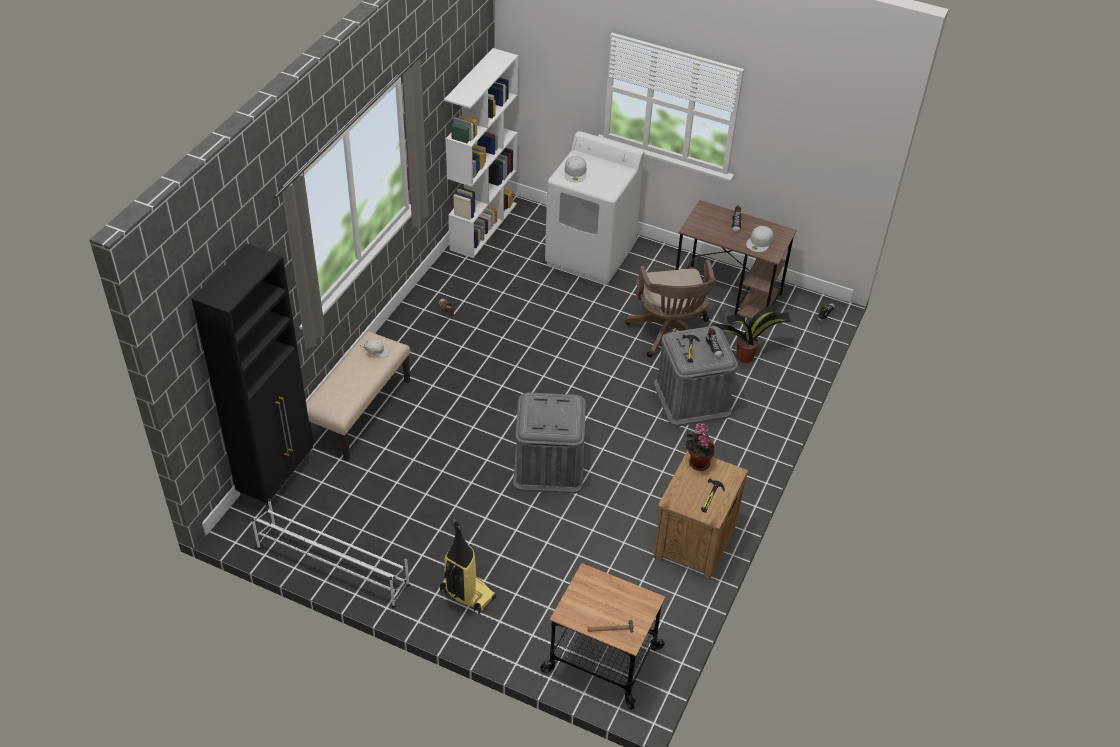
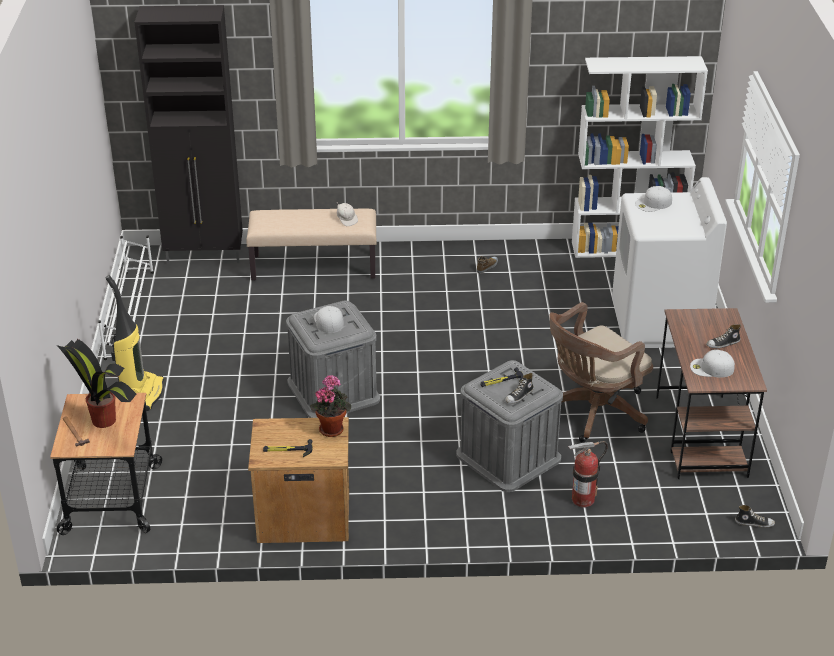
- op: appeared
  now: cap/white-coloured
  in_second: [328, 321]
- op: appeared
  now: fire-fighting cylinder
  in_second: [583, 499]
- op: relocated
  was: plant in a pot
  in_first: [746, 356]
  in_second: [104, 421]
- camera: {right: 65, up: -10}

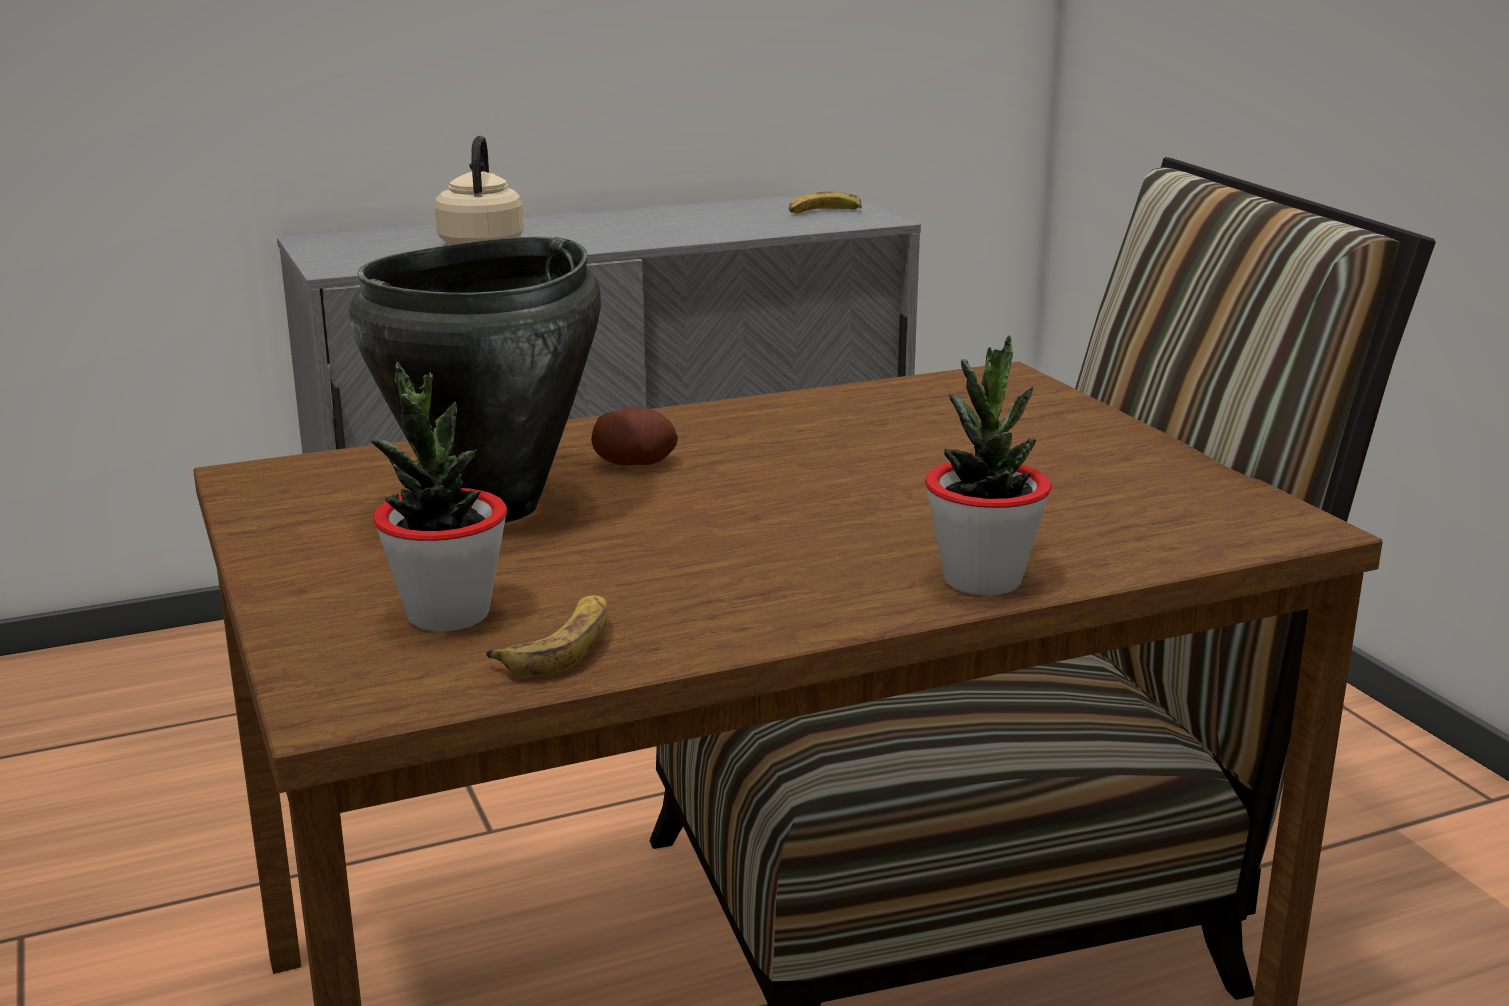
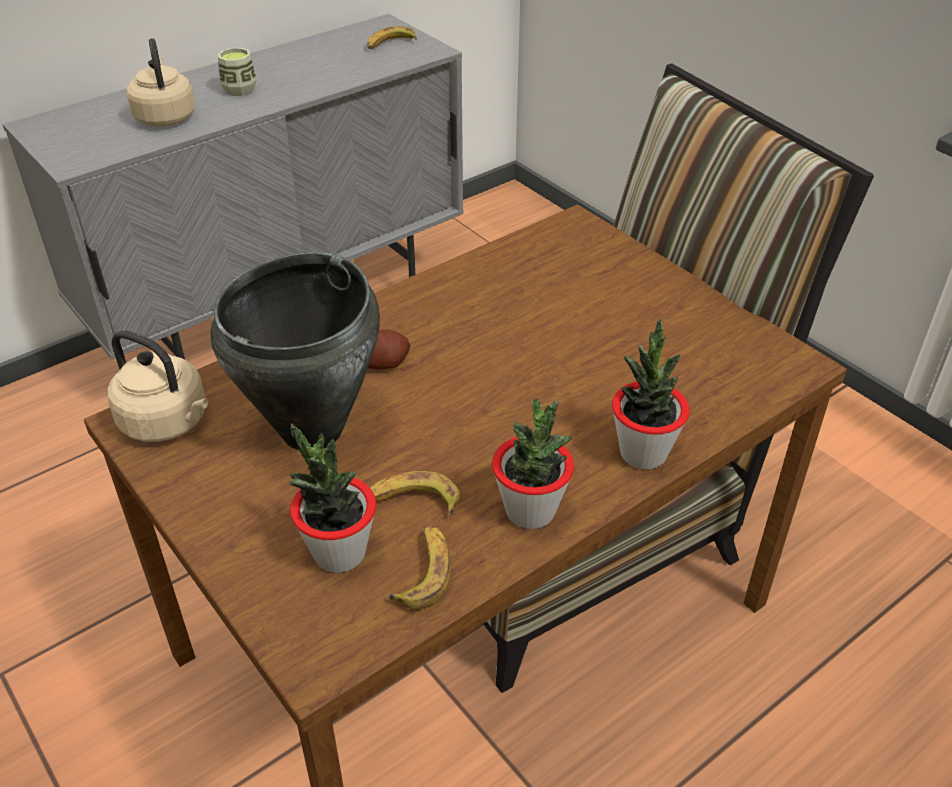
- op: appeared
  now: kettle/beige-coloured
  in_second: [168, 422]
- op: appeared
  now: drinking cup
  in_second: [239, 90]
- op: appeared
  now: whole banana
  in_second: [412, 502]
- op: appeared
  now: plant in a pot
  in_second: [530, 511]
- camera: {right: -15, up: 20}

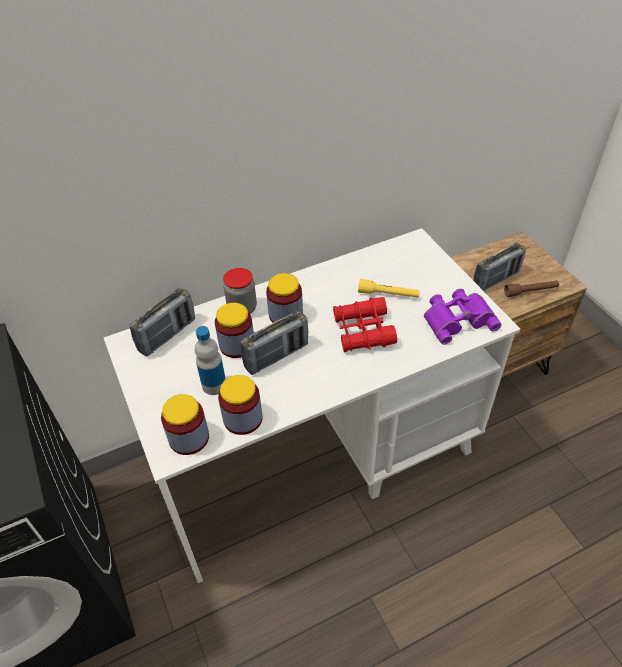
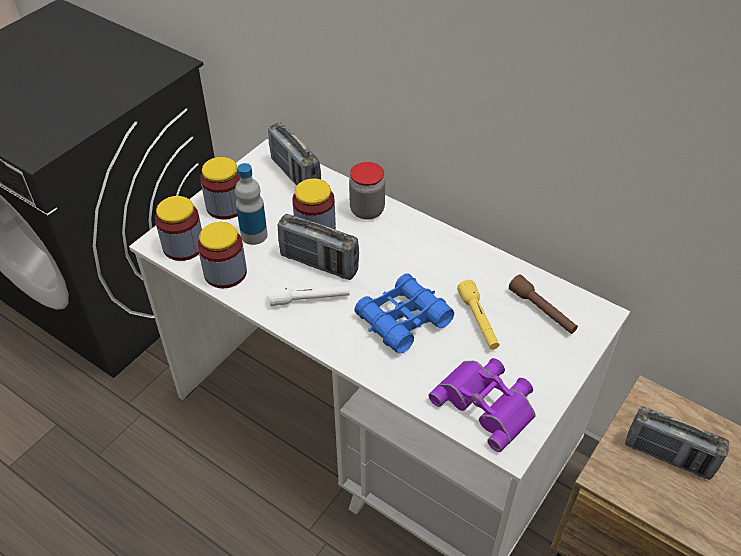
- op: appeared
  now: torch/white-coloured
  in_second: [310, 299]
- op: relocated
  was: jar
  in_first: [285, 315]
  in_second: [226, 206]
- op: relocated
  was: torch/brown
  in_first: [530, 291]
  in_second: [542, 311]
- op: colour
  was: binoculars/red
  now: binoculars/blue-coloured
  in_first: [363, 331]
  in_second: [403, 320]
- op: spun
  was: radio receiver
  in_first: [167, 335]
  in_second: [295, 176]
  clockwise: 45
- camera: {right: 60, up: 0}

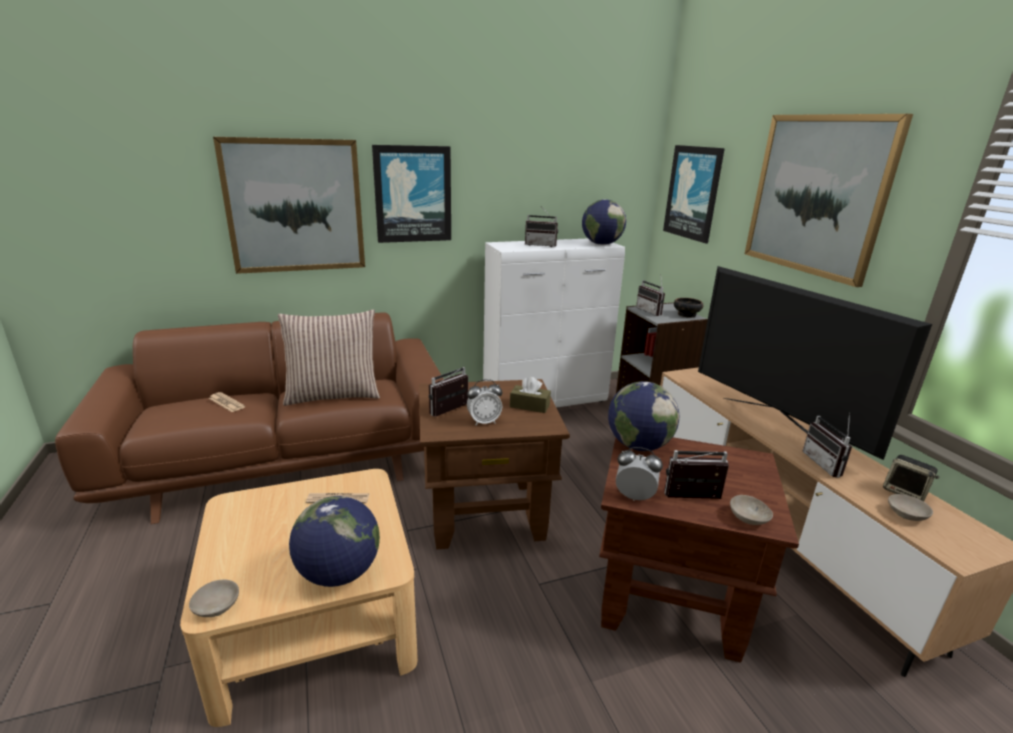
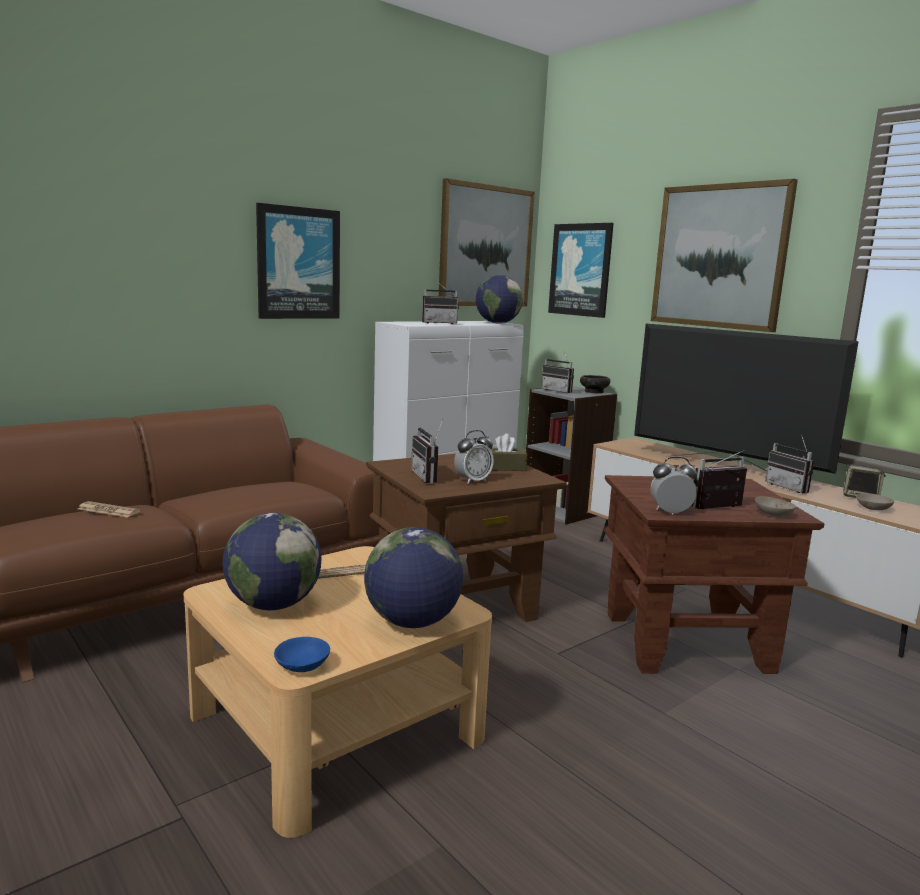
- op: missing
  was: throw pillow
  in_first: [333, 395]
- op: relocated
  was: picture
  in_first: [295, 206]
  in_second: [485, 246]
- op: relocated
  was: desk globe
  in_first: [638, 445]
  in_second: [273, 605]
- op: colour
  was: serving bowl/beige-coloured
  now: serving bowl/blue-coloured
  in_first: [218, 605]
  in_second: [303, 664]
- op: spun
  was: radio receiver
  in_first: [452, 411]
  in_second: [430, 477]
  clockwise: -45
- camera: {right: -20, up: -10}

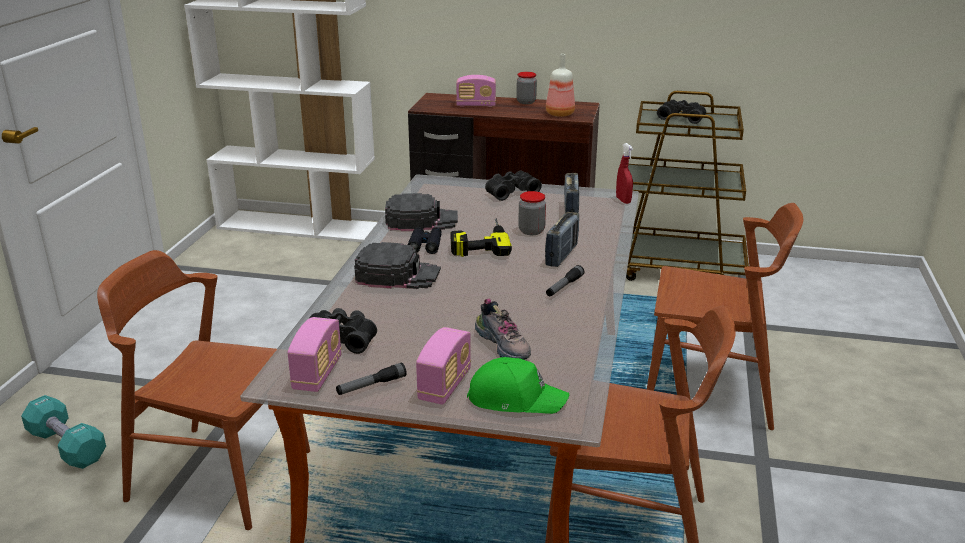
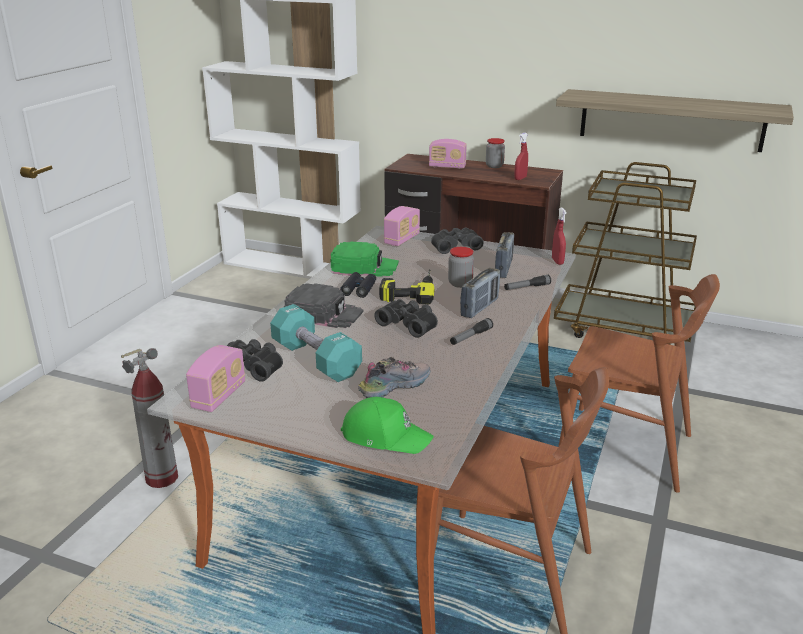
- op: appeared
  now: shelf
  in_second: [671, 120]
- op: relocated
  was: free weight/turquoise
  in_first: [67, 446]
  in_second: [316, 359]
- op: relocated
  was: torch
  in_first: [371, 385]
  in_second: [527, 287]
- op: relocated
  was: radio receiver
  in_first: [445, 385]
  in_second: [402, 240]
- op: relocated
  was: binoculars/blackish
  in_first: [682, 117]
  in_second: [409, 324]
- op: exchanged
  was: upright chair/brown
  now: fire-fighting cylinder
  in_first: [219, 475]
  in_second: [162, 478]
- op: exchanged
  was: bottle
  now: spray bottle/red
  in_first: [559, 114]
  in_second: [520, 178]
- op: colour
  was: cap/blackish
  now: cap/green-coloured
  in_first: [421, 220]
  in_second: [364, 266]
- op: spun
  was: low shoe
  in_first: [504, 345]
  in_second: [394, 386]
  clockwise: -105
- camera: {right: 10, up: 0}

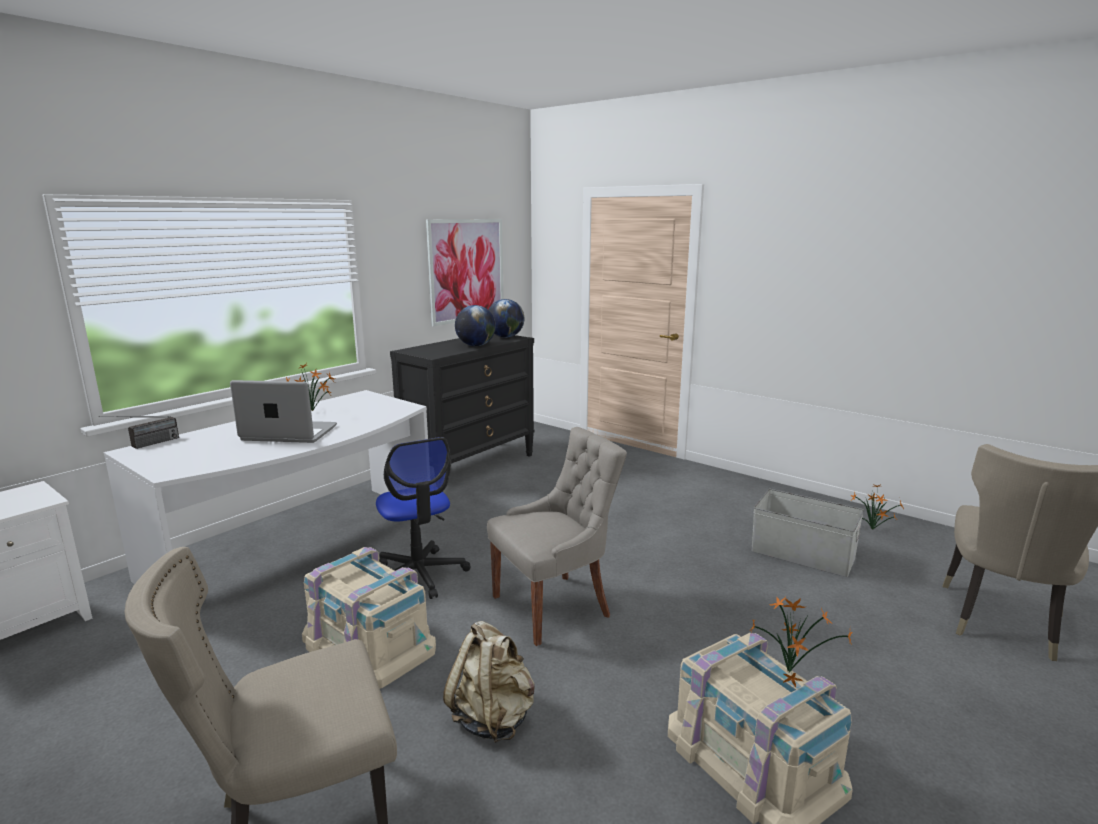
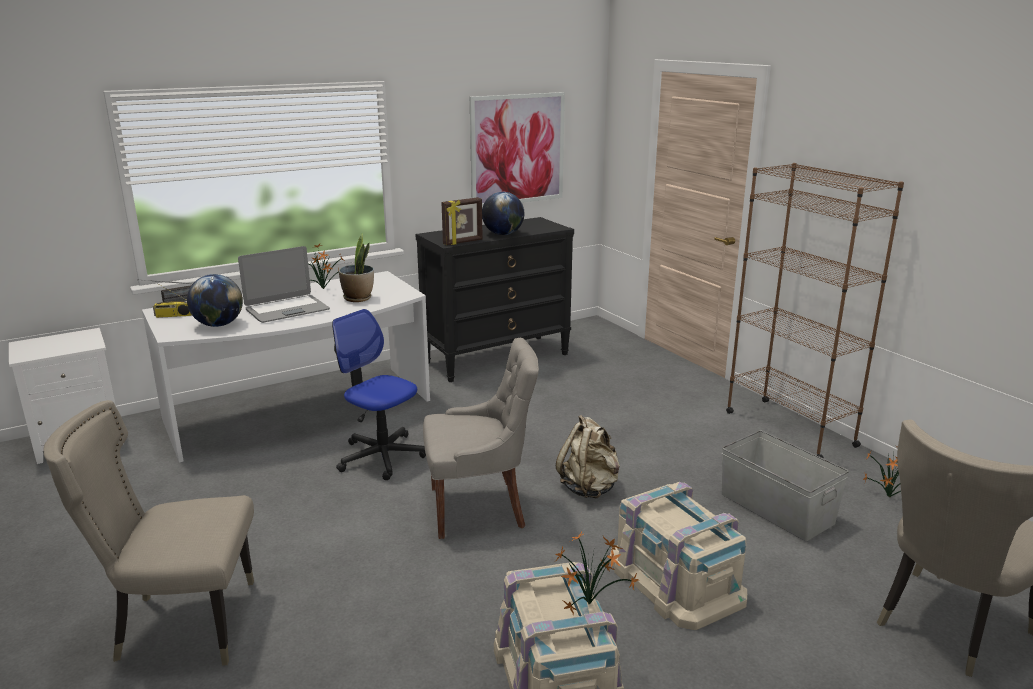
- op: appeared
  now: radio receiver
  in_second: [173, 315]
- op: appeared
  now: plant in a pot
  in_second: [358, 298]
- op: appeared
  now: photo frame
  in_second: [463, 242]
- op: appeared
  now: bookshelf/brown
  in_second: [789, 428]
- op: relocated
  was: storage bin/beige-coloured
  in_first: [369, 643]
  in_second: [676, 579]
- op: relocated
  was: backpack/beige-coloured
  in_first: [493, 717]
  in_second: [589, 488]
- op: relocated
  was: desk globe
  in_first: [505, 337]
  in_second: [218, 325]
- op: spun
  was: laptop
  in_first: [289, 433]
  in_second: [287, 310]
  clockwise: 120
- op: spun
  was: computer chair
  in_first: [419, 575]
  in_second: [382, 456]
  clockwise: 135
- camera: {right: 20, up: 5}

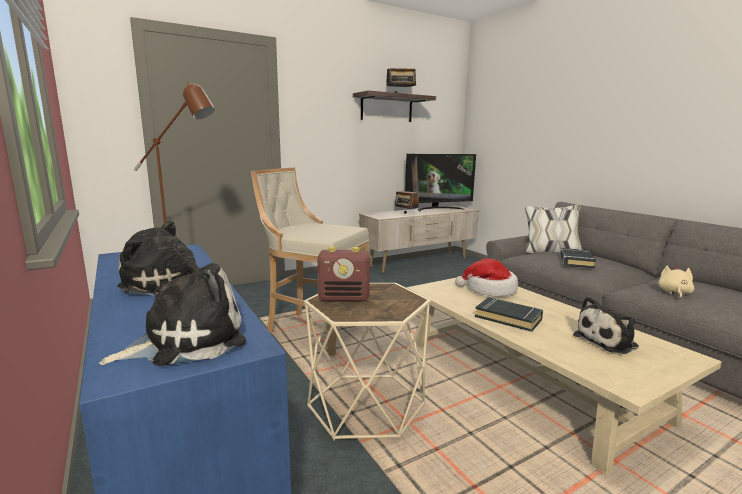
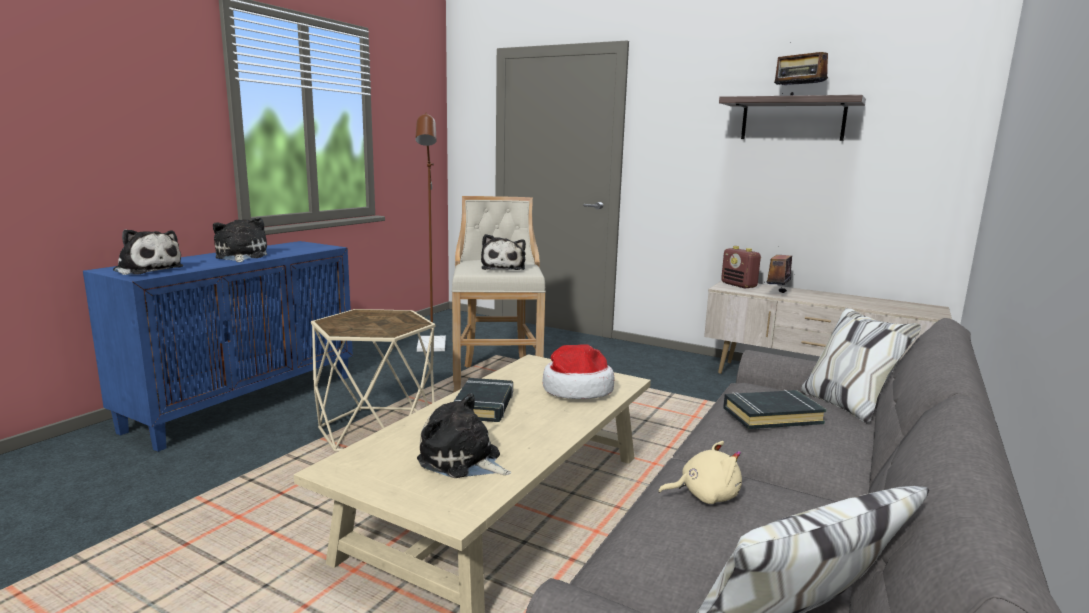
- op: missing
  was: television
  in_first: [437, 209]
- op: appeared
  now: plush toy
  in_second: [503, 268]
- op: relocated
  was: radio receiver
  in_first: [344, 299]
  in_second: [739, 285]
- camera: {right: 60, up: 0}

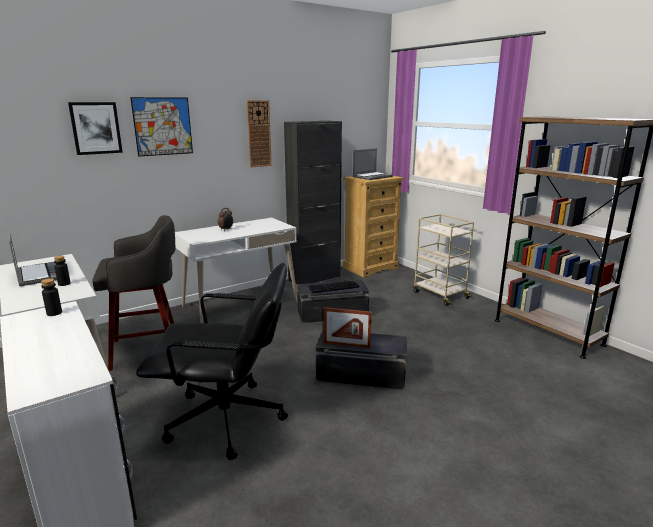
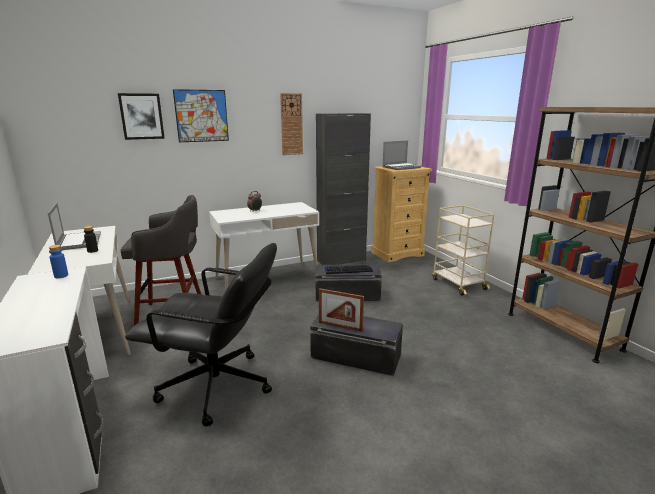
- op: colour
  was: bottle/blackish
  now: bottle/blue-coloured
  in_first: [54, 313]
  in_second: [61, 276]
- camera: {right: 10, up: 0}

